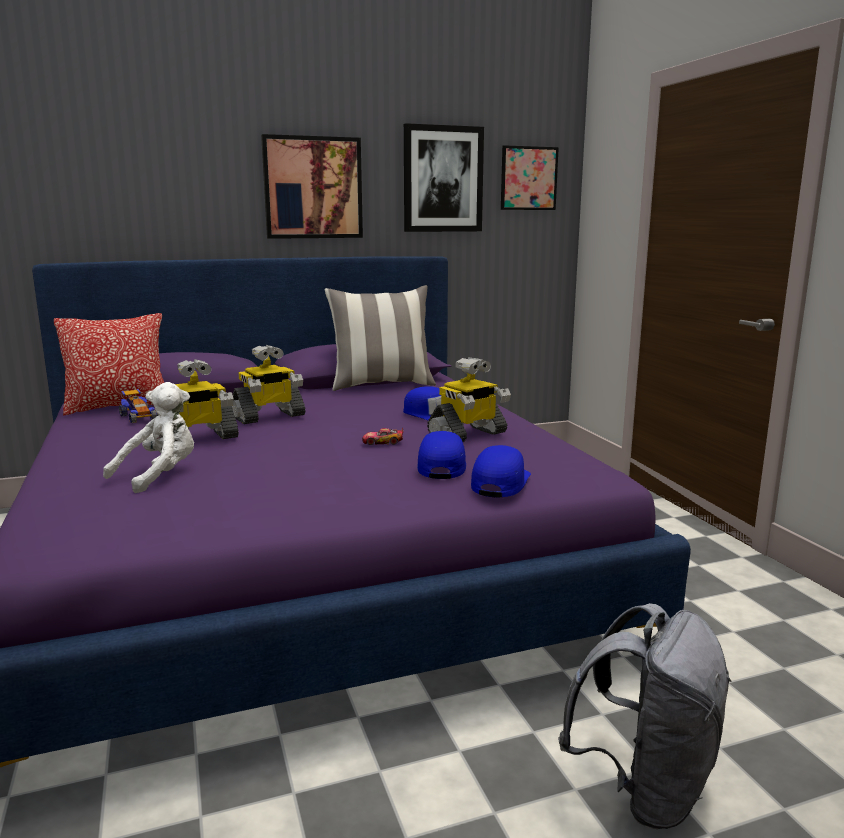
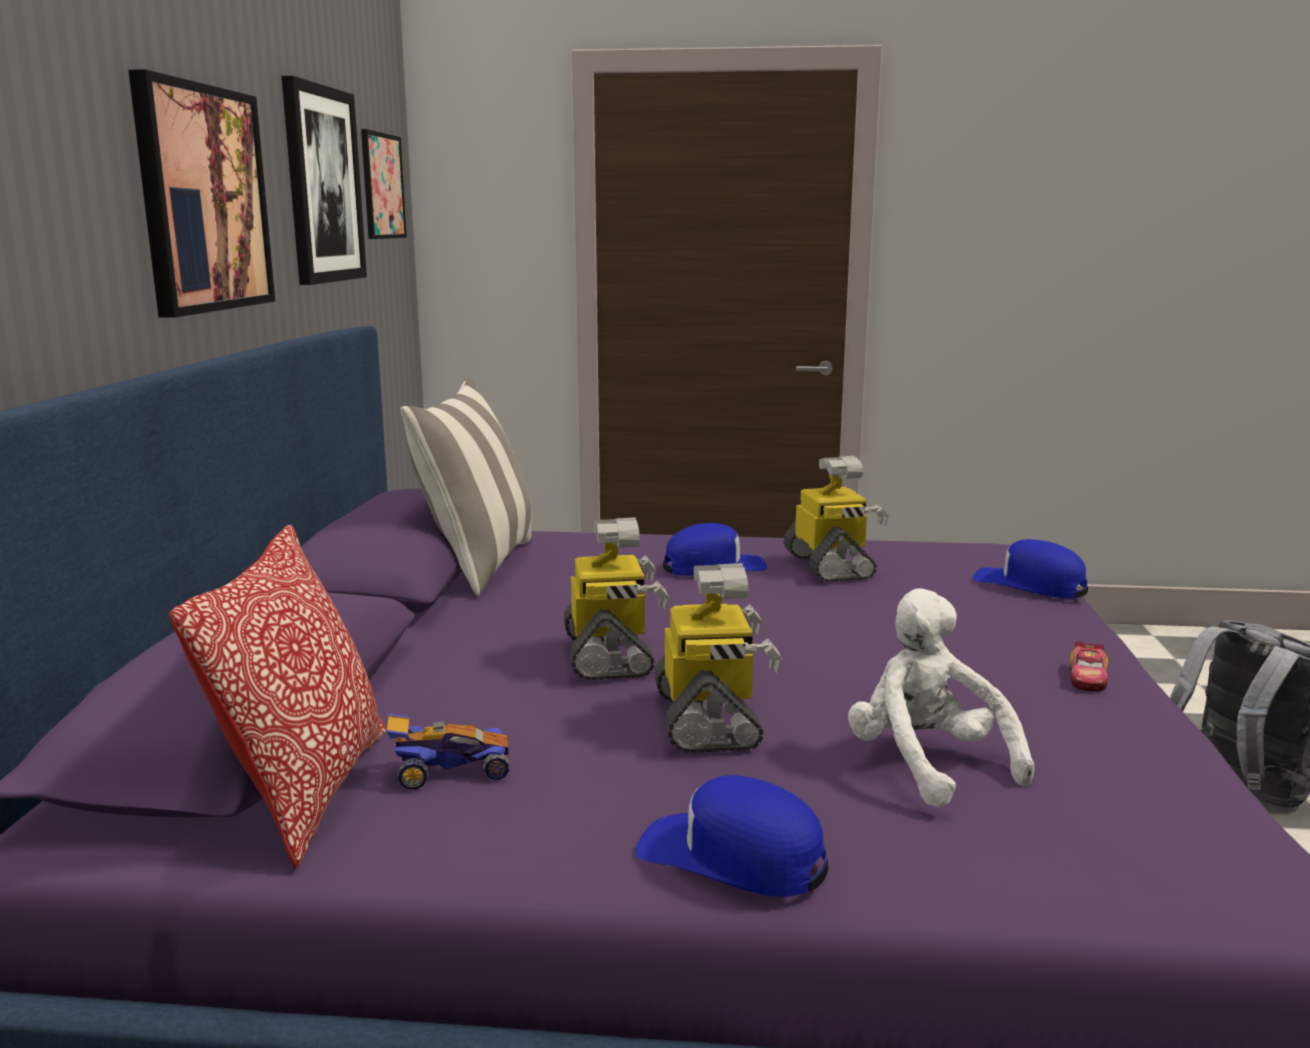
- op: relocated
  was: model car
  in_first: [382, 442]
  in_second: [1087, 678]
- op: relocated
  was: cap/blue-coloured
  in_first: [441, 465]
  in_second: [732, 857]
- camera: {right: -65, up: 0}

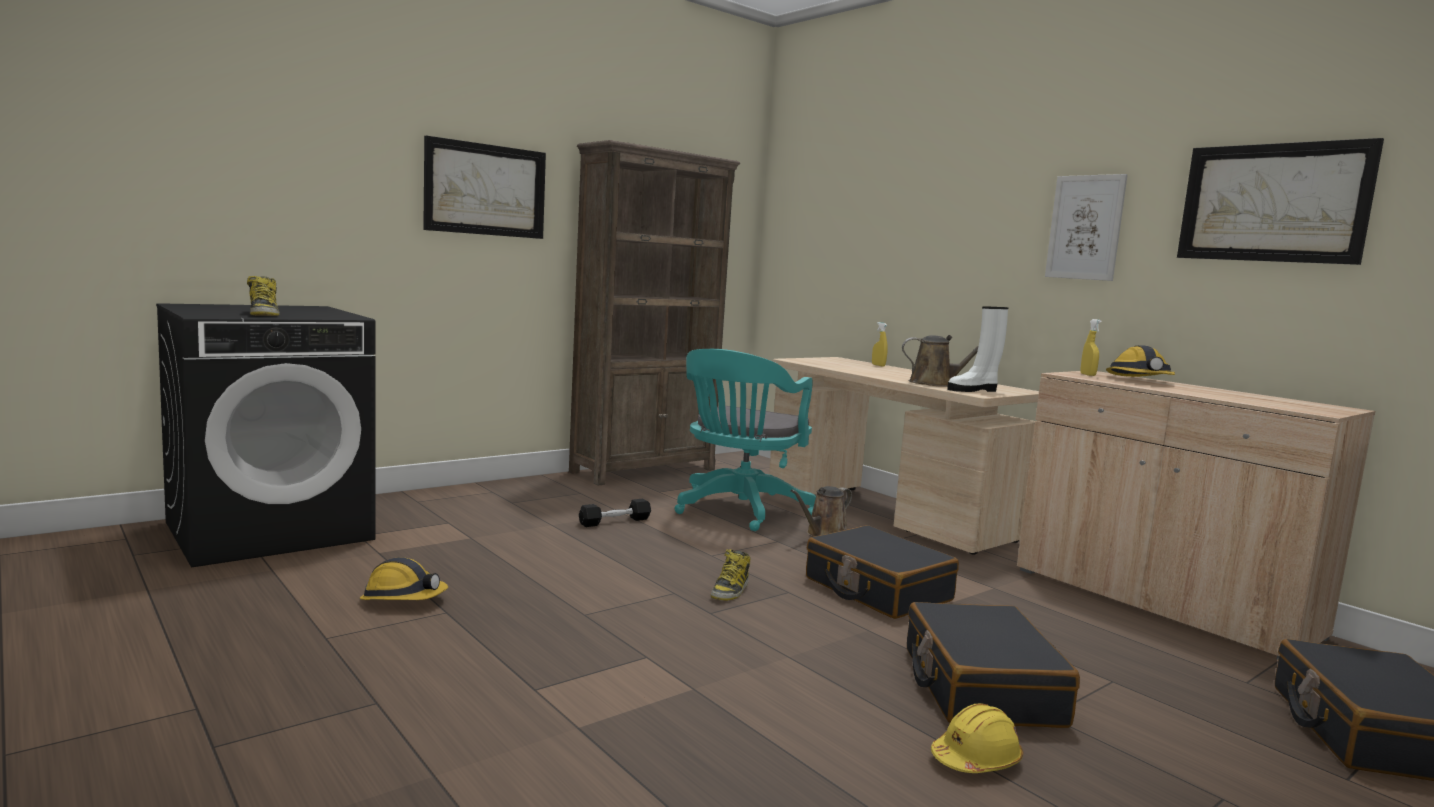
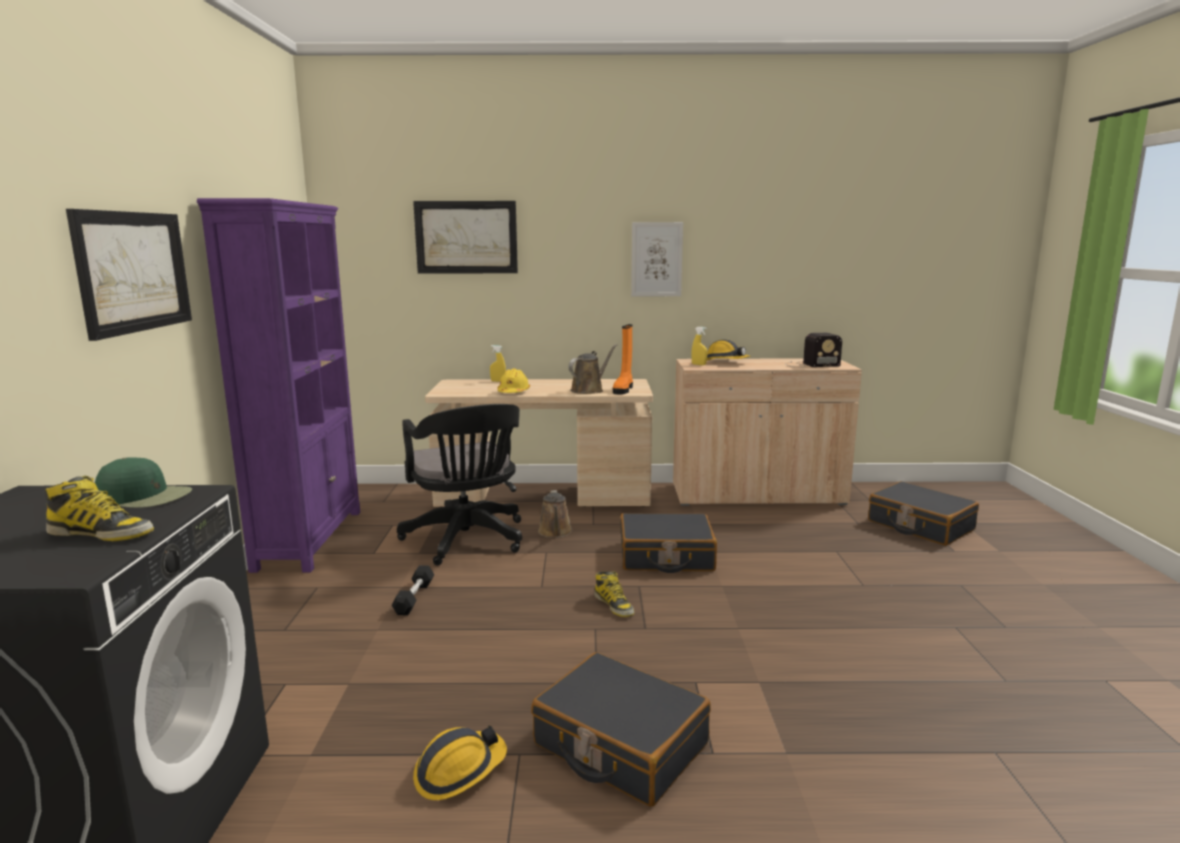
- op: appeared
  now: cap/green-coloured
  in_second: [145, 496]
- op: appeared
  now: radio receiver
  in_second: [809, 365]
- op: relocated
  was: piece of luggage/blackish
  in_first: [980, 686]
  in_second: [620, 745]
- op: relocated
  was: hard hat/yellow-coloured
  in_first: [976, 759]
  in_second: [513, 392]
- op: relocated
  was: picture
  in_first: [1273, 203]
  in_second: [466, 237]
- op: colour
  was: bookshelf/brown
  now: bookshelf/purple
  in_first: [644, 471]
  in_second: [310, 539]
- op: colour
  was: computer chair/turquoise
  now: computer chair/blackish
  in_first: [739, 511]
  in_second: [467, 541]
- op: colour
  was: high-top boot/white-coloured
  now: high-top boot/orangey
  in_first: [973, 390]
  in_second: [623, 390]
- camera: {right: -50, up: 5}

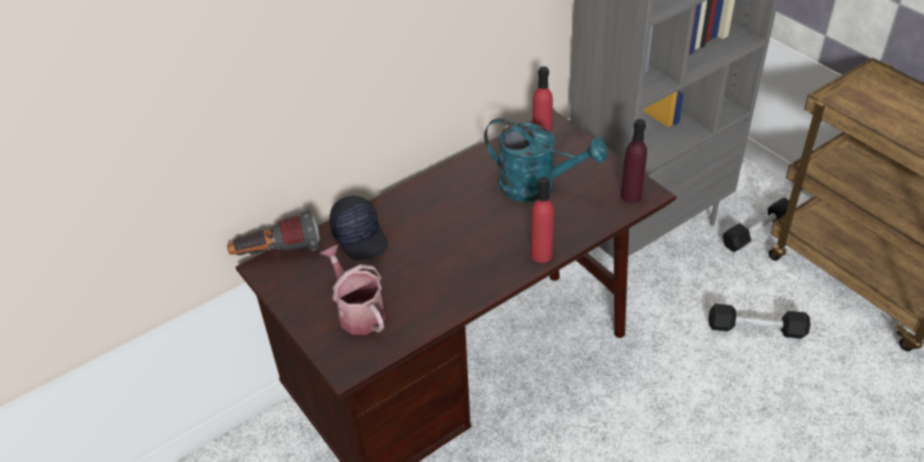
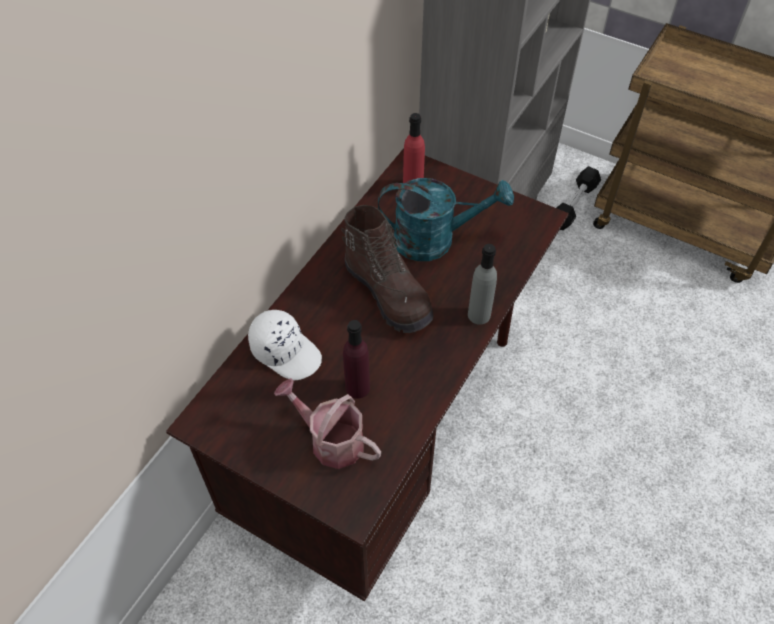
- op: missing
  was: torch
  in_first: [277, 253]
- op: missing
  was: free weight/blackish
  in_first: [756, 329]
- op: appeared
  now: high-top boot/brown
  in_second: [389, 293]
- op: relocated
  was: bottle/purple
  in_first: [631, 196]
  in_second: [357, 388]
- op: colour
  was: cap/blackish
  now: cap/white-coloured
  in_first: [360, 237]
  in_second: [286, 351]
- op: colour
  was: bottle/red
  now: bottle/greyish
  in_first: [541, 254]
  in_second: [479, 315]
- camera: {right: -25, up: 10}

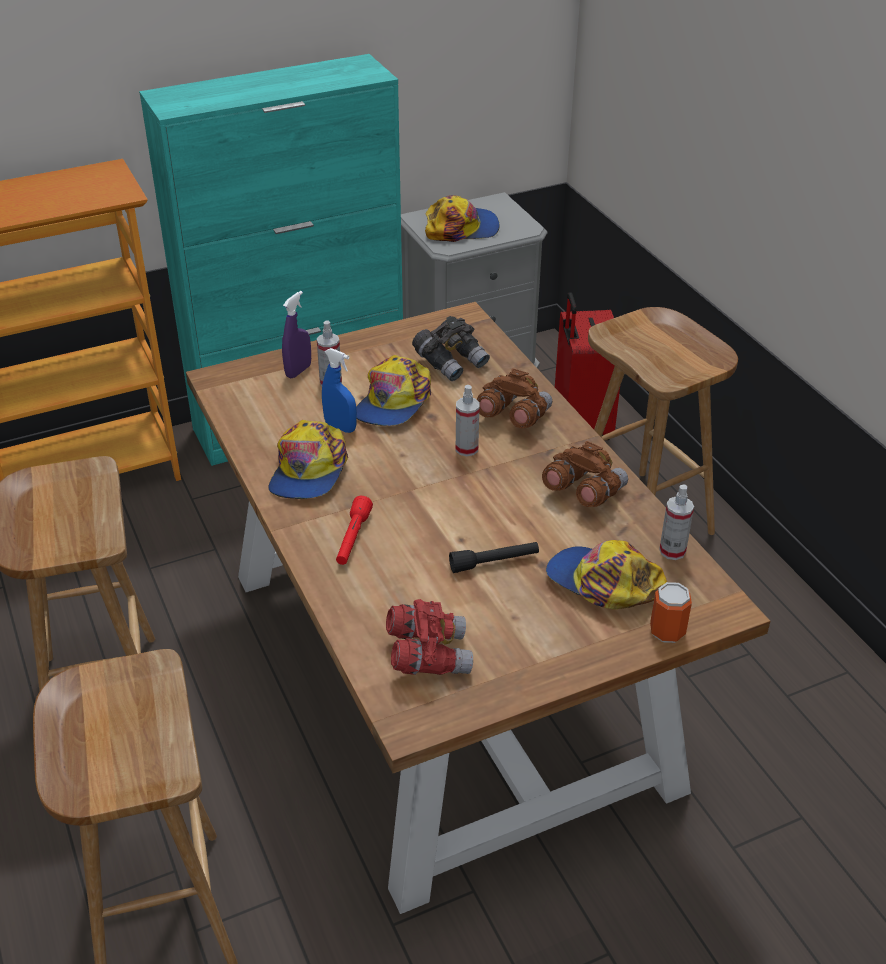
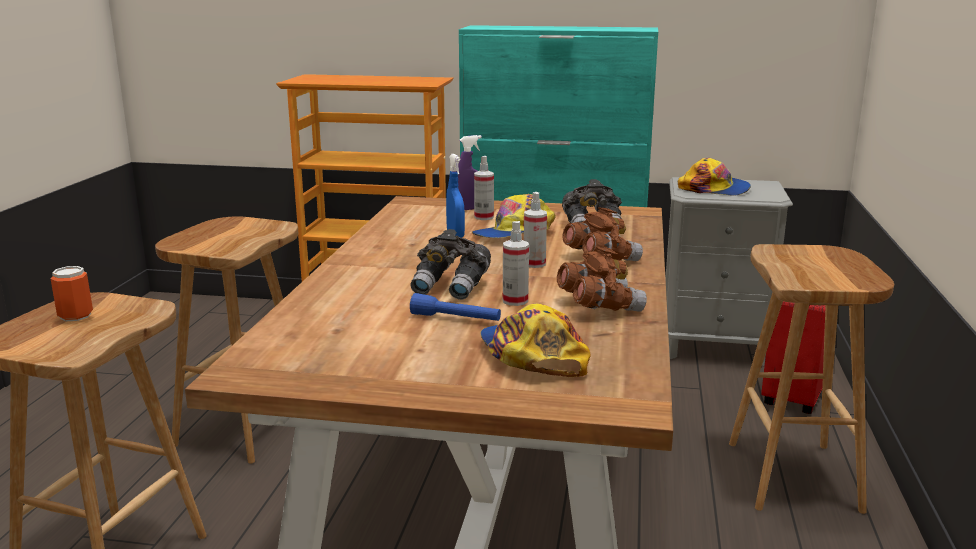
- op: missing
  was: cap
  in_first: [308, 470]
- op: missing
  was: torch/red
  in_first: [353, 538]
- op: missing
  was: binoculars/red
  in_first: [428, 655]
- op: appeared
  now: binoculars/greyish
  in_second: [451, 287]
- op: relocated
  was: sealed can
  in_first: [667, 631]
  in_second: [75, 316]
- op: relocated
  was: spray bottle
  in_first: [672, 551]
  in_second: [515, 301]
- op: colour
  was: torch/blackish
  now: torch/blue-coloured
  in_first: [494, 562]
  in_second: [455, 319]
- camera: {right: 35, up: -20}

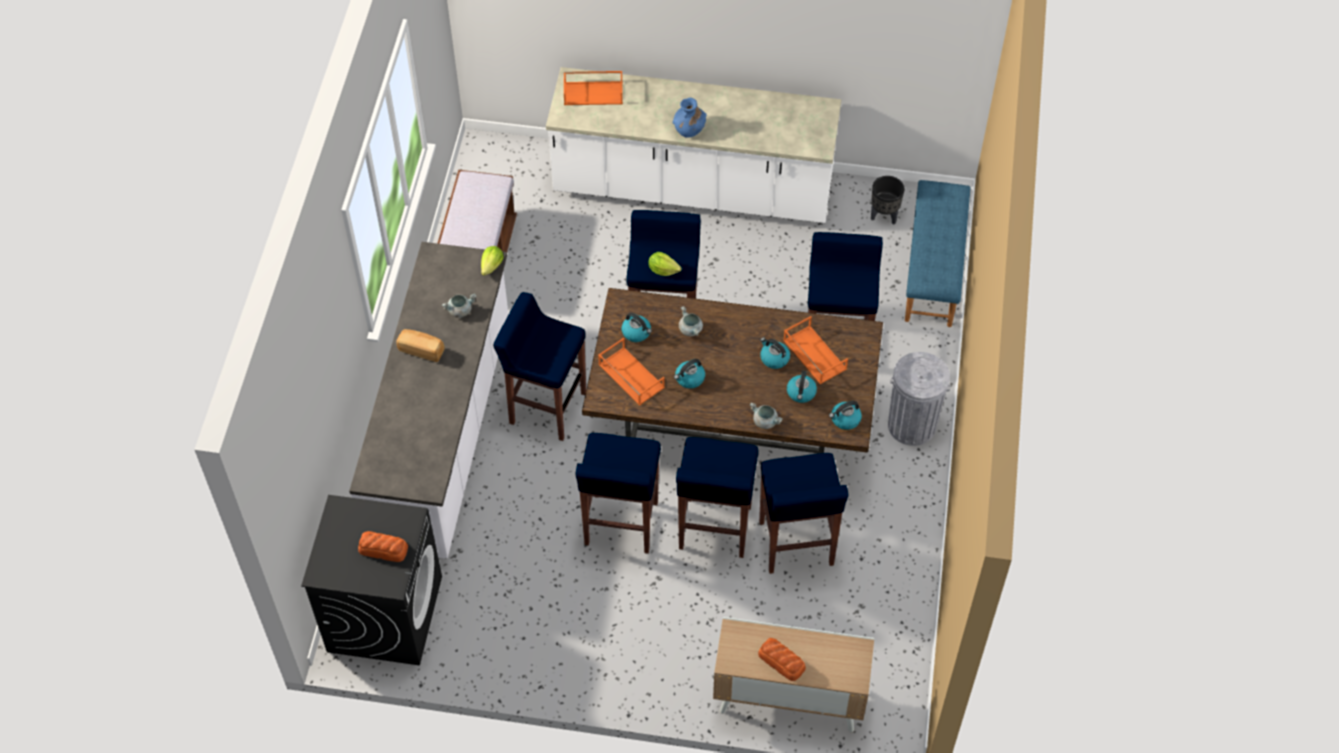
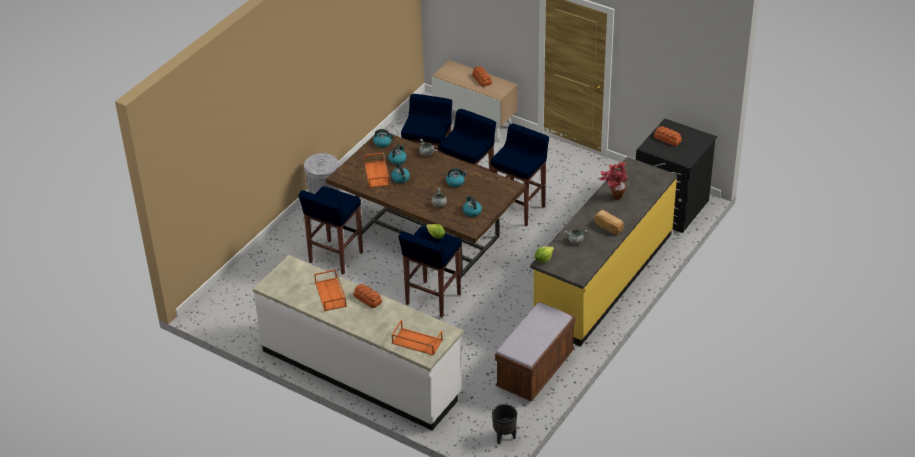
- op: missing
  was: stool seat/blue-coloured
  in_first: [546, 407]
- op: missing
  was: indoor bench/blue-coloured
  in_first: [934, 269]
- op: appeared
  now: plant in a pot
  in_second: [613, 196]
- op: relocated
  was: serving tray/orangey
  in_first: [630, 376]
  in_second: [331, 294]
- op: relocated
  was: planter/blackish
  in_first: [884, 216]
  in_second: [504, 437]
- op: exchanged
  was: flower vase/blue-coloured
  now: bakery bread
  in_first: [689, 130]
  in_second: [367, 298]
- op: colour
  was: counter/white-coloured
  now: counter/yellow-coloured
  in_first: [443, 434]
  in_second: [603, 279]
- camera: {right: -155, up: -15}

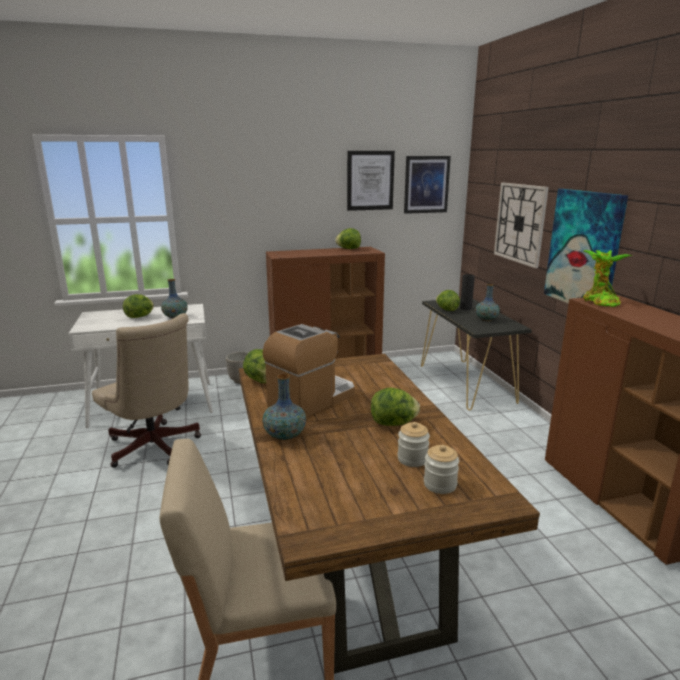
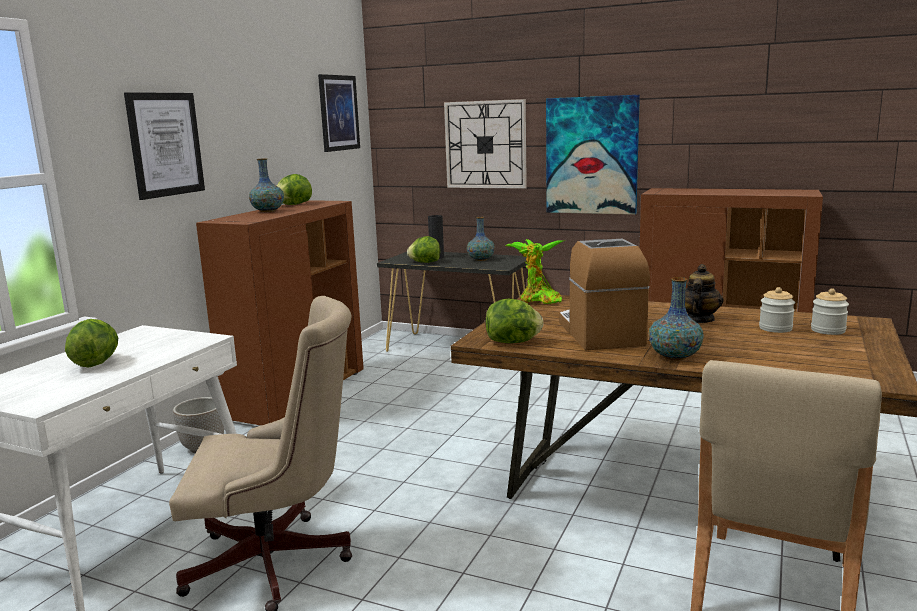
- op: relocated
  was: flower vase
  in_first: [175, 317]
  in_second: [268, 211]
- op: relocated
  was: picture
  in_first: [370, 180]
  in_second: [165, 144]
- op: relocated
  was: plant in a pot
  in_first: [599, 302]
  in_second: [538, 301]
- op: exchanged
  was: lettuce head
  now: pot for tea
  in_first: [394, 423]
  in_second: [699, 320]
- camera: {right: -50, up: -5}

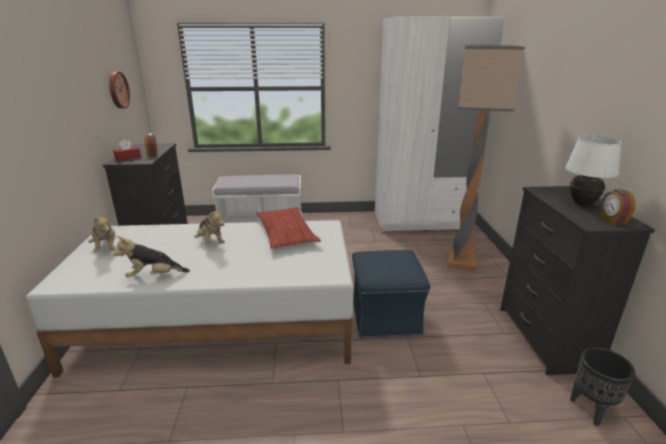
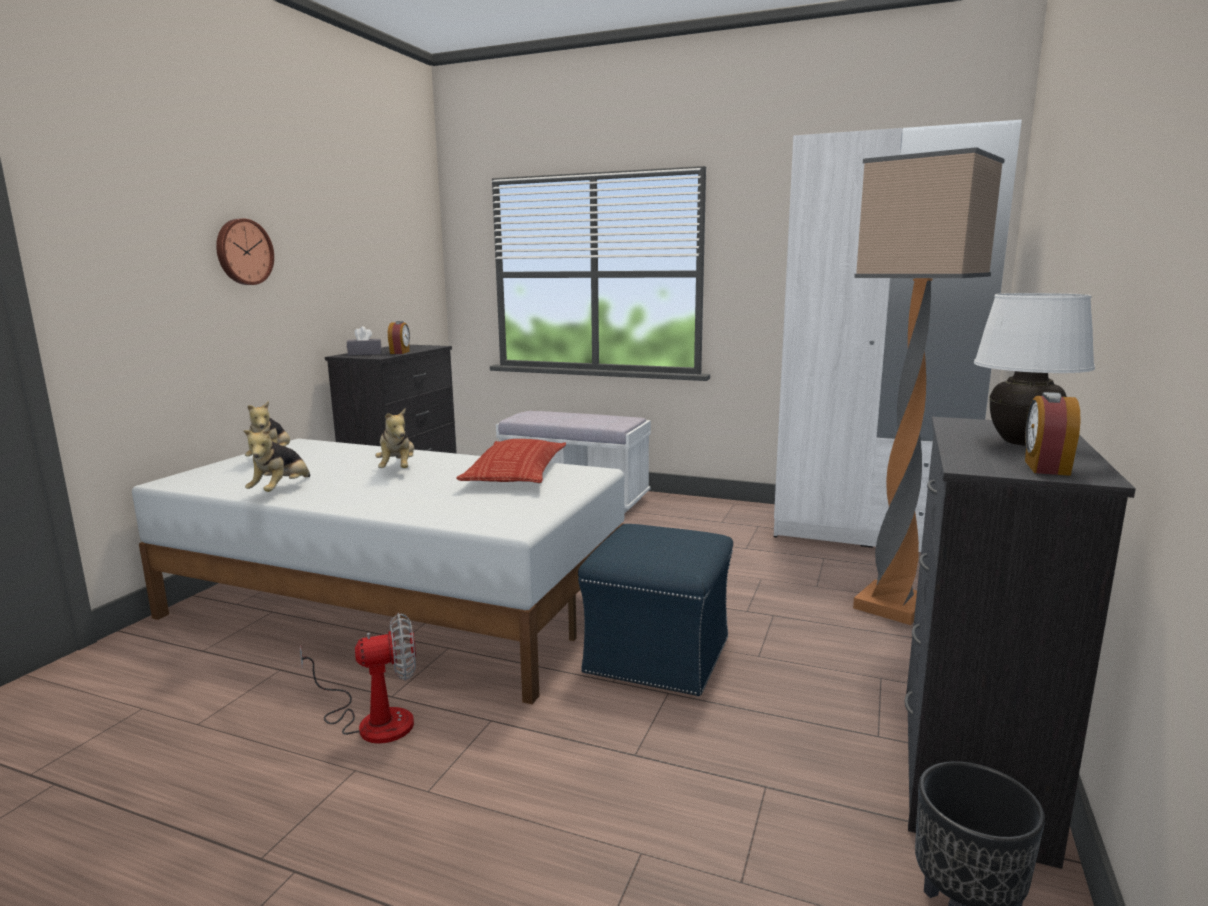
- op: appeared
  now: cooling fan
  in_second: [372, 720]
- op: relocated
  was: clock on the wall
  in_first: [117, 90]
  in_second: [243, 252]
- op: colour
  was: tissue holder/red
  now: tissue holder/greyish
  in_first: [128, 158]
  in_second: [365, 353]
- op: spun
  was: plush toy
  in_first: [154, 276]
  in_second: [281, 490]
  clockwise: -90
- camera: {right: 25, up: -10}

